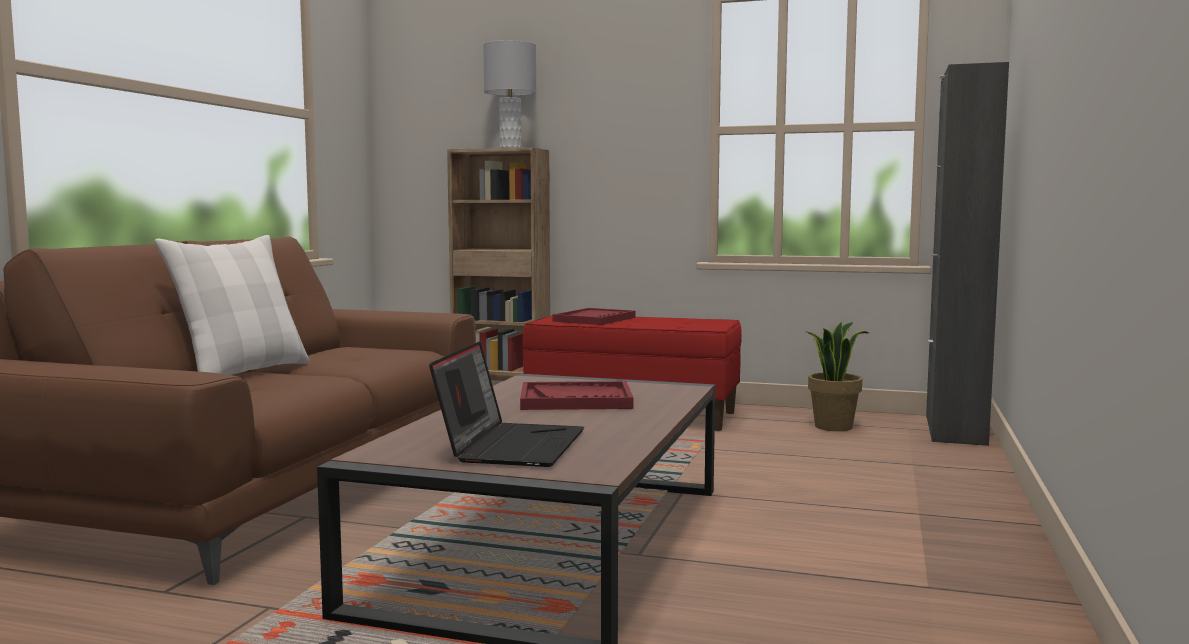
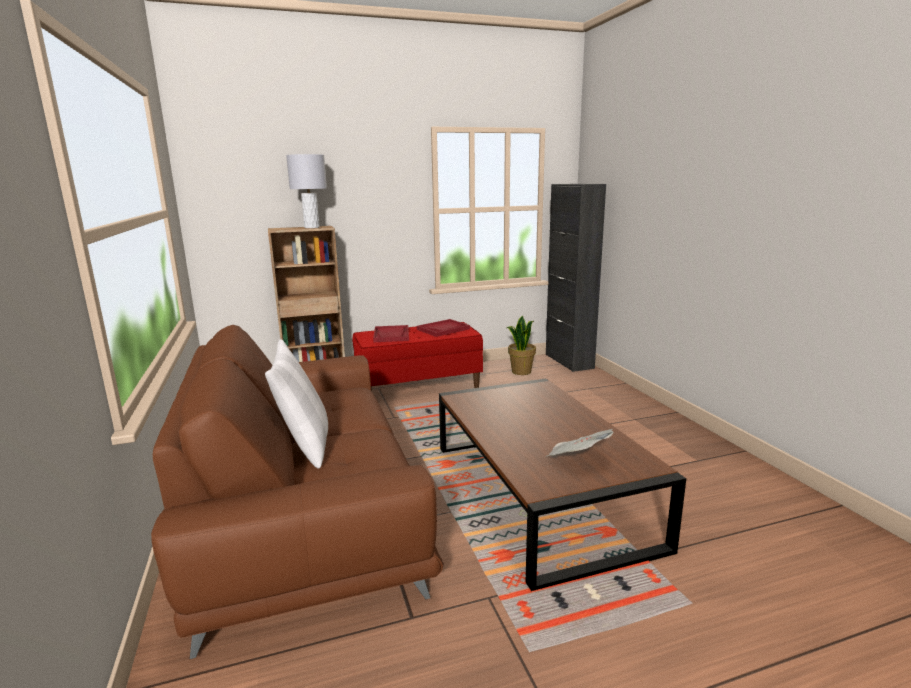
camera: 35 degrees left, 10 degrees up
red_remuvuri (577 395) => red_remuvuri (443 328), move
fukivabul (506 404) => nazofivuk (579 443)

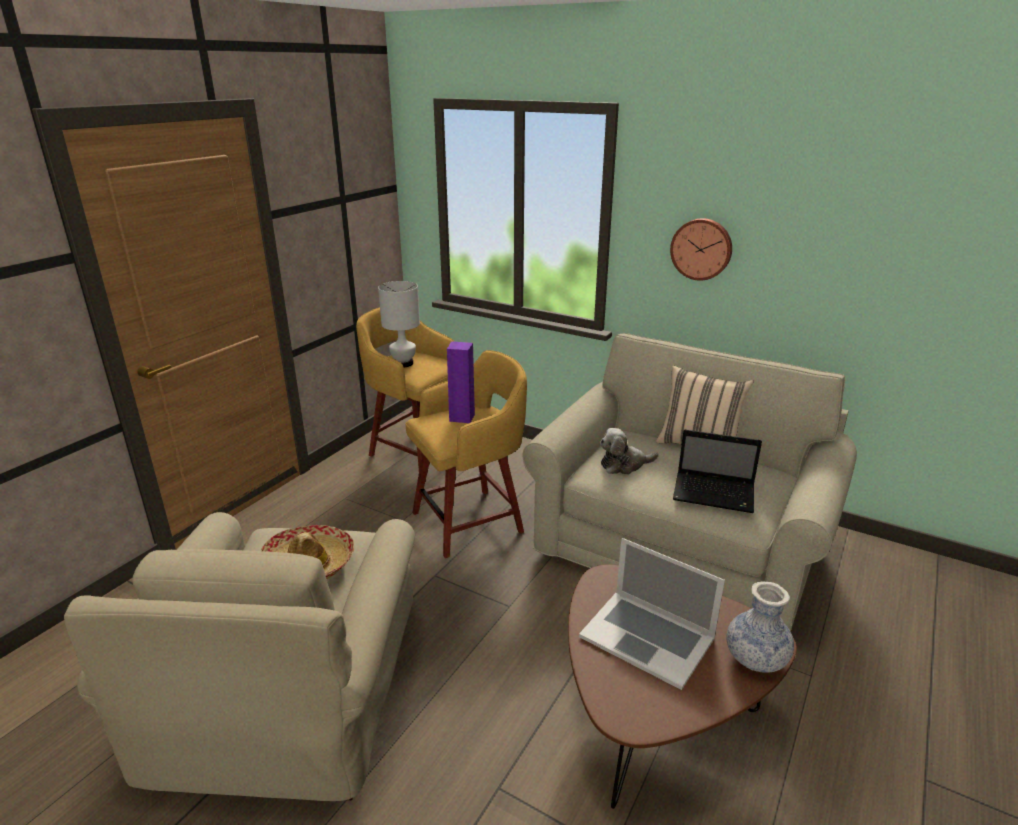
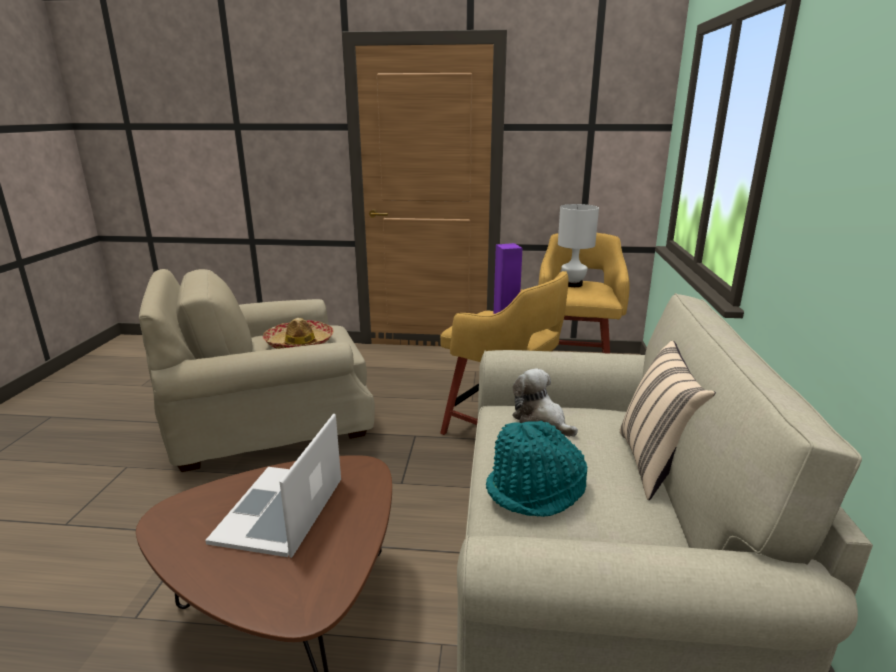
camera: 65 degrees right, 5 degrees down
fukivabul (717 471) => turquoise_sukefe (536 469)
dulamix (701 249) => nothing
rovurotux (760 627) => nothing

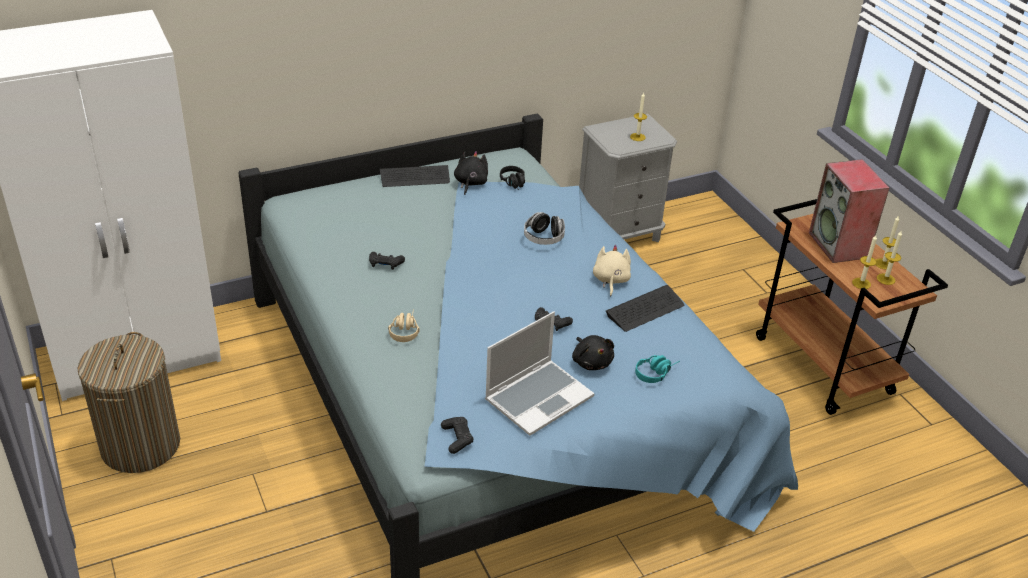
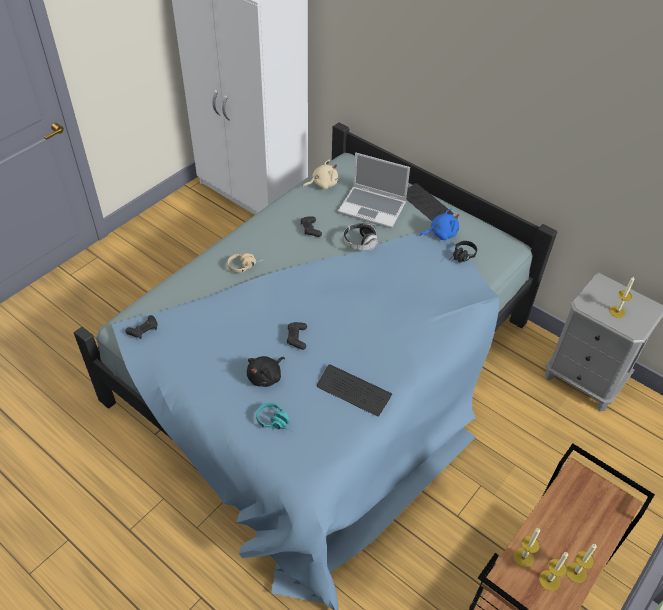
camera: 65 degrees right, 10 degrees up
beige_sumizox (612 271) => beige_sumizox (320 175), move
fukivabul (539 373) => fukivabul (374 190), move
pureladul (544 228) => pureladul (360 236), move
black_sumizox (471 173) => blue_sumizox (439 224)
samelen (128 402) => nothing
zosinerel (849 211) => nothing

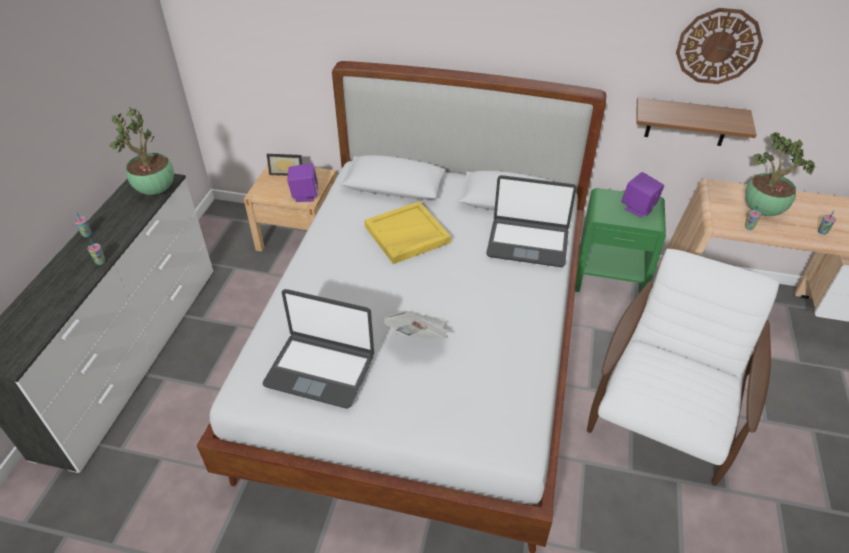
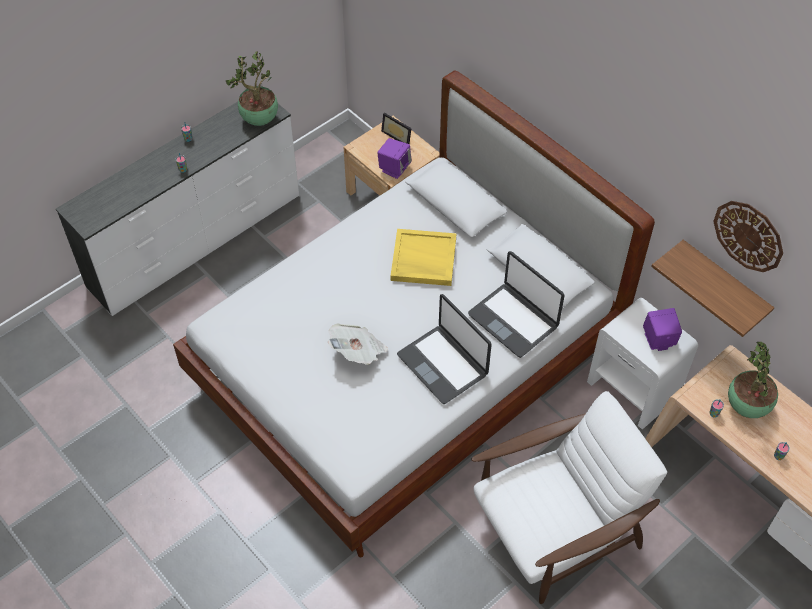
camera: 35 degrees right, 10 degrees up
fukivabul (318 348) => fukivabul (444 349), move
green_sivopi (620 240) => white_sivopi (642 364)

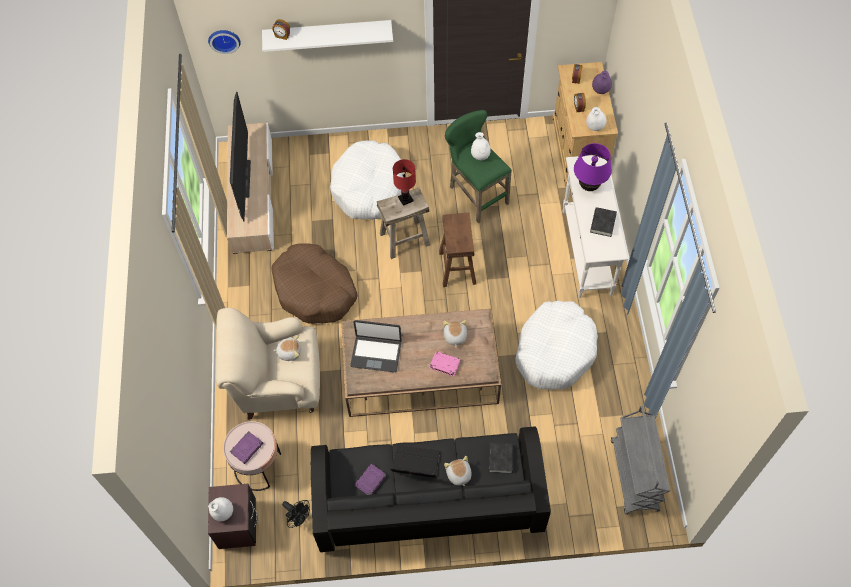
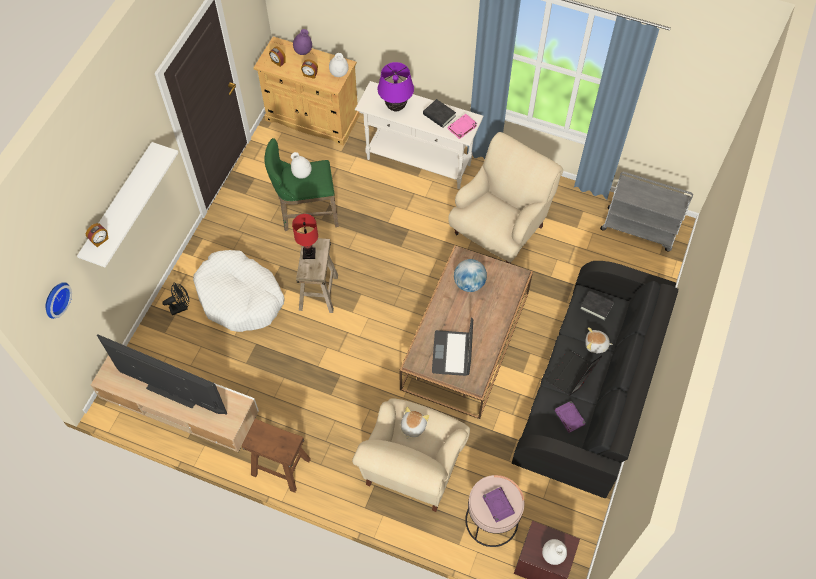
camera: 65 degrees left, 0 degrees up
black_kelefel (296 514) => black_kelefel (176 298), move
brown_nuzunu (457 250) => brown_nuzunu (276 456), move
fukivabul (376 346) => fukivabul (452 346), 150 degrees clockwise
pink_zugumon (445 363) => pink_zugumon (462 126), move
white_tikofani (556 345) => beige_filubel (505 198)
sumizox (455 334) => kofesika (470 275)
brown_tikofani (314 284) => nothing

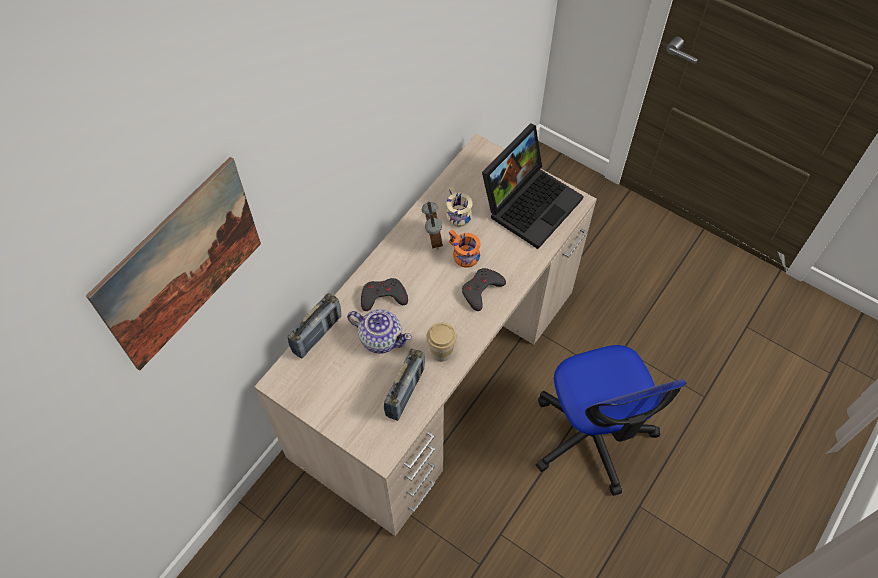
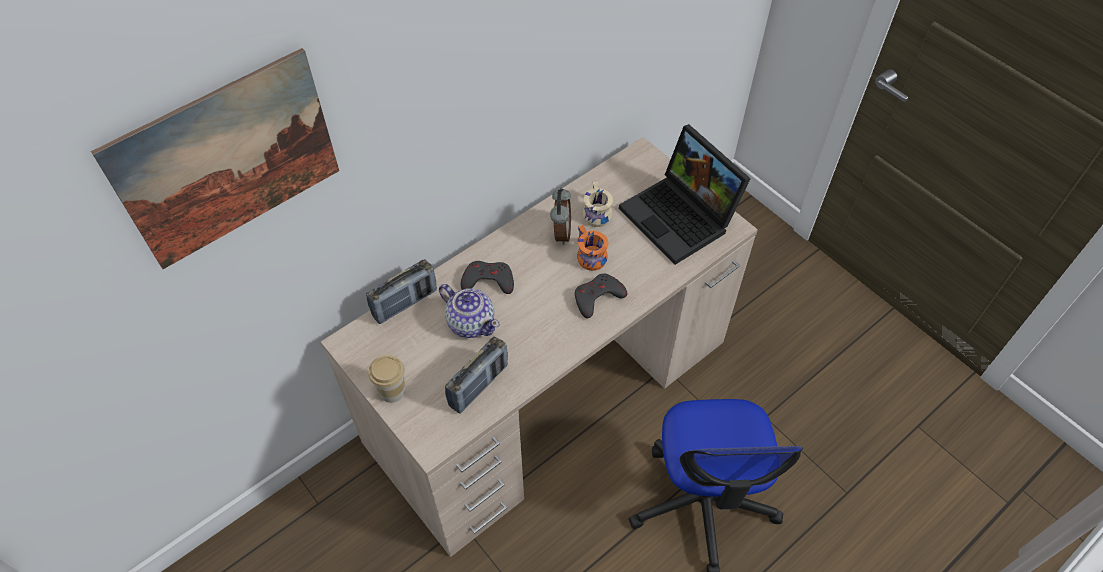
camera: 15 degrees right, 5 degrees down
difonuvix (441 342) => difonuvix (386 379), move
fukivabul (533 186) => fukivabul (685 194), 90 degrees clockwise

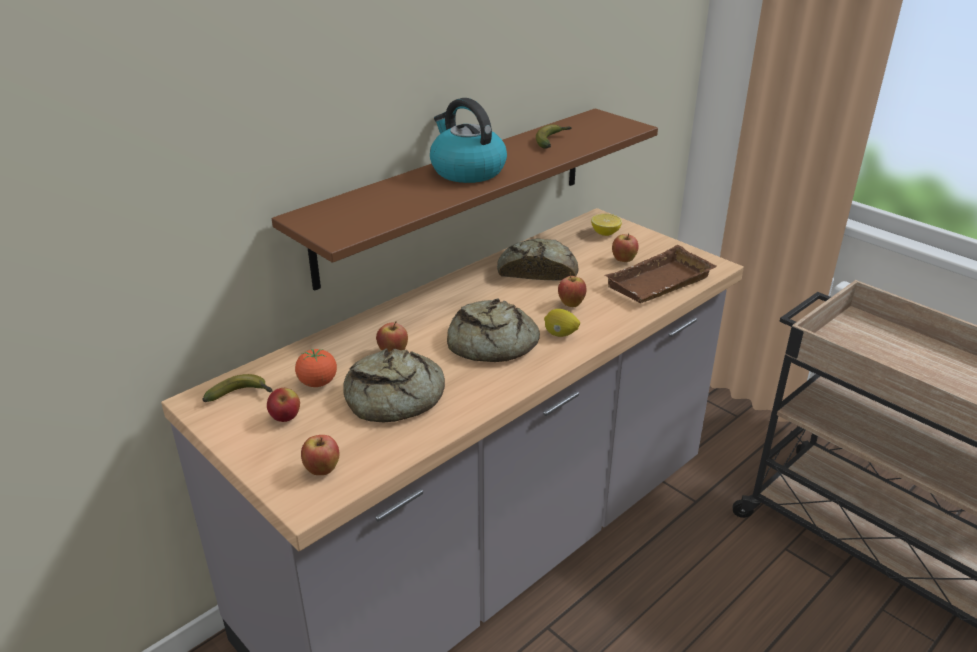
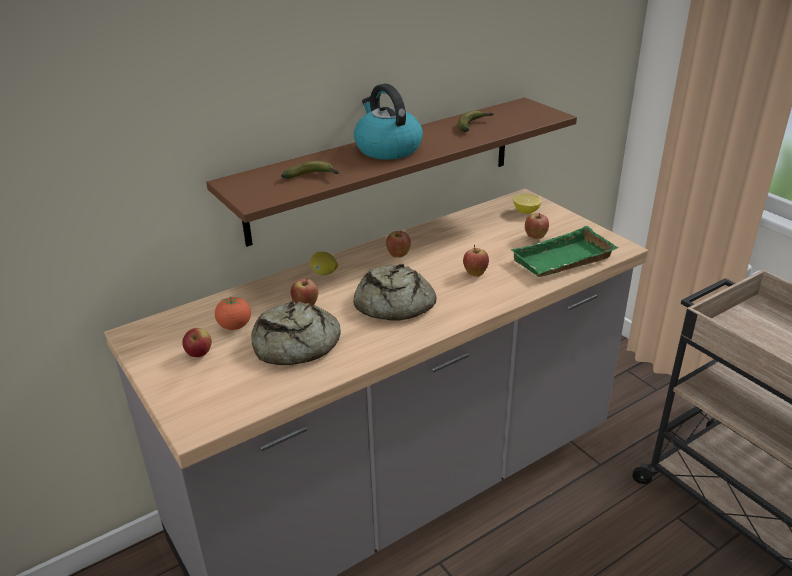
camera: 10 degrees right, 0 degrees up
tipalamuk (237 388) => tipalamuk (310 170), move
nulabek (562 323) => nulabek (324 263), move
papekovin (320 455) => papekovin (398 243), move
brown_remuvuri (661 274) => green_remuvuri (564 251)
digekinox (538 260) => nothing

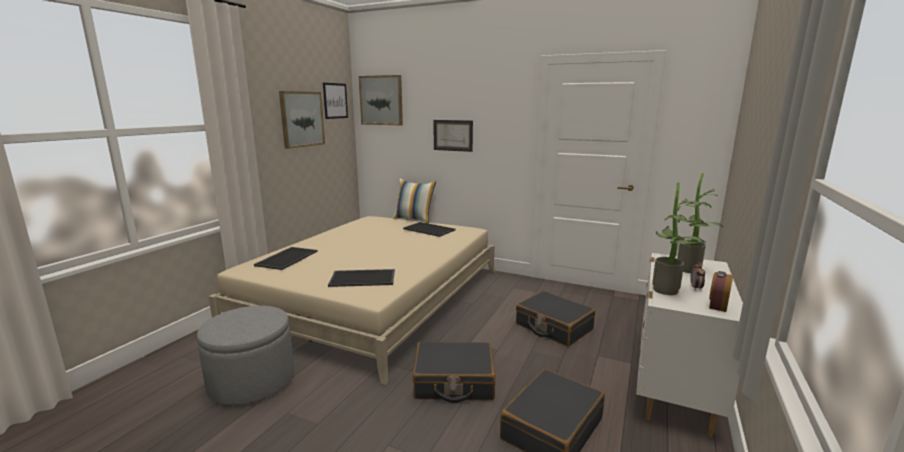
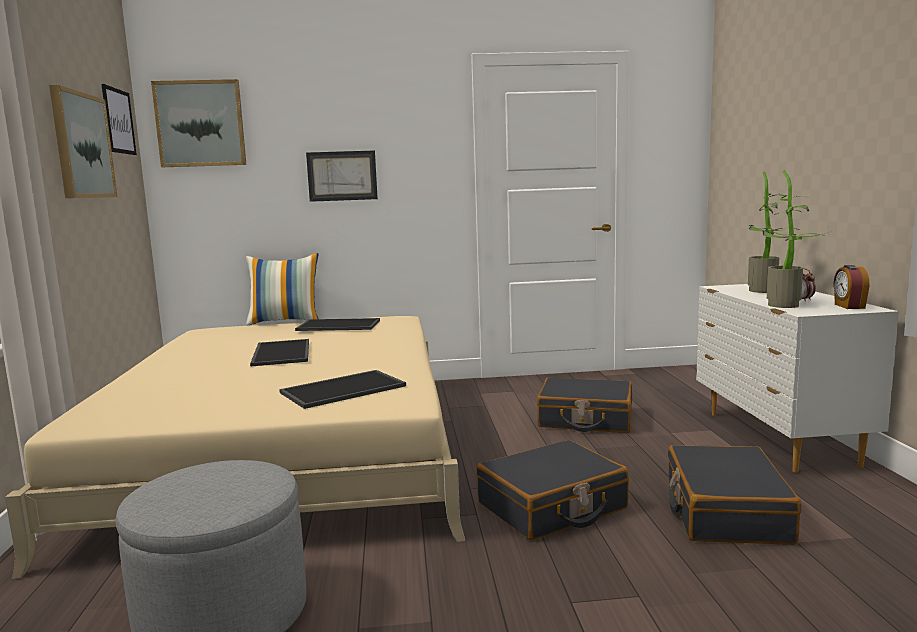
camera: 30 degrees left, 5 degrees down
remuvuri (286 258) => remuvuri (279 353), move

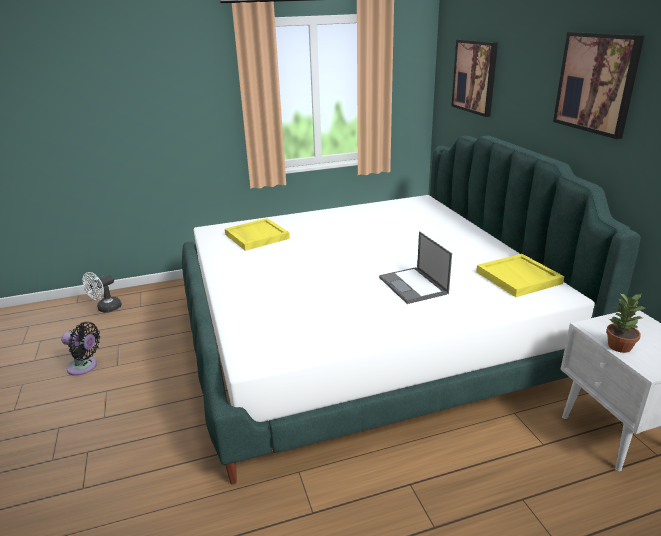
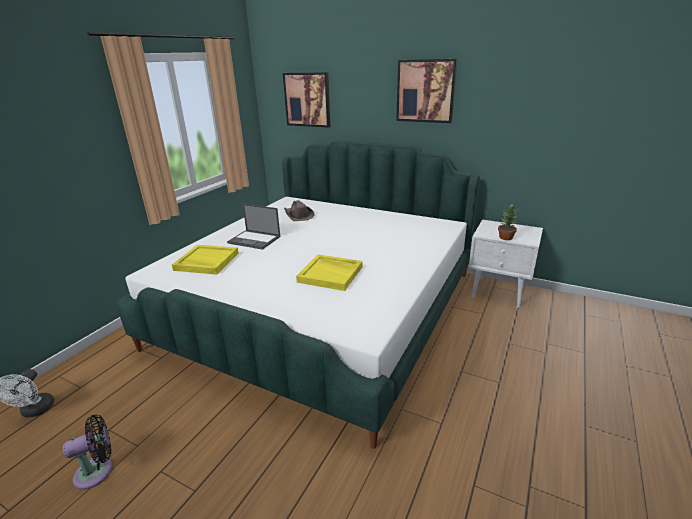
camera: 45 degrees left, 0 degrees up
fukivabul (415 267) => fukivabul (253 227), move
nothing => brown_sukefe (299 210)
yellow_remuvuri (520 275) => yellow_remuvuri (329 272), move

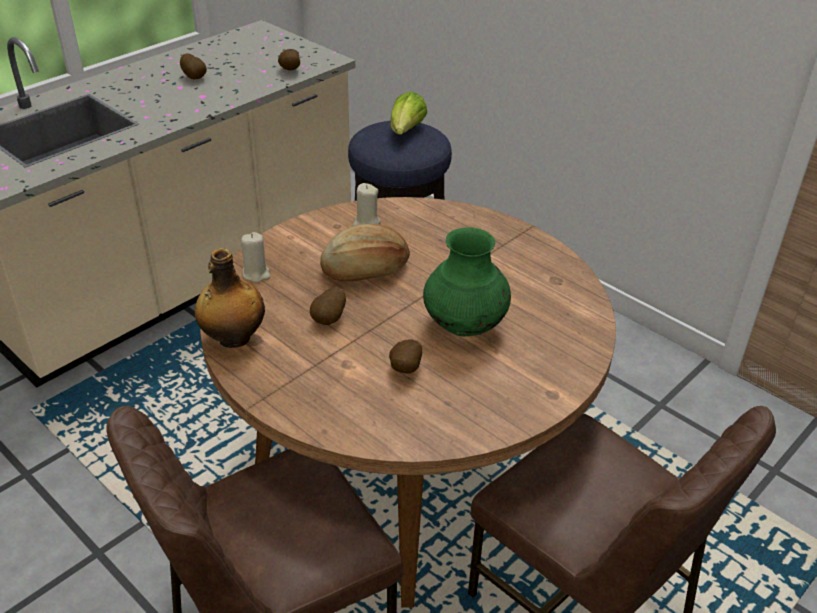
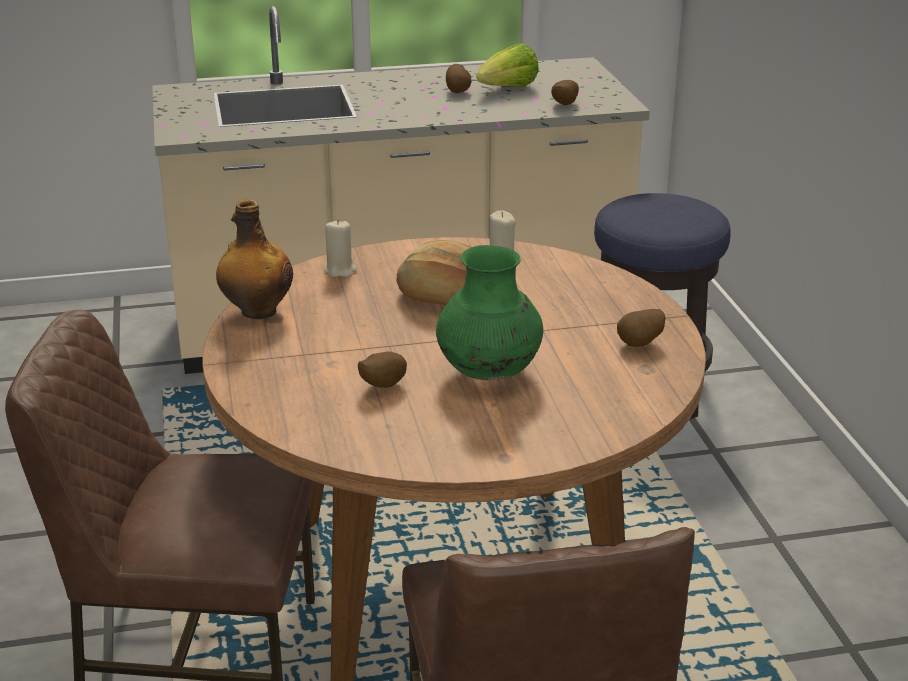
camera: 35 degrees right, 10 degrees down
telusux (408 113) => telusux (507 65), move
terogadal (328 306) => terogadal (641 328), move

